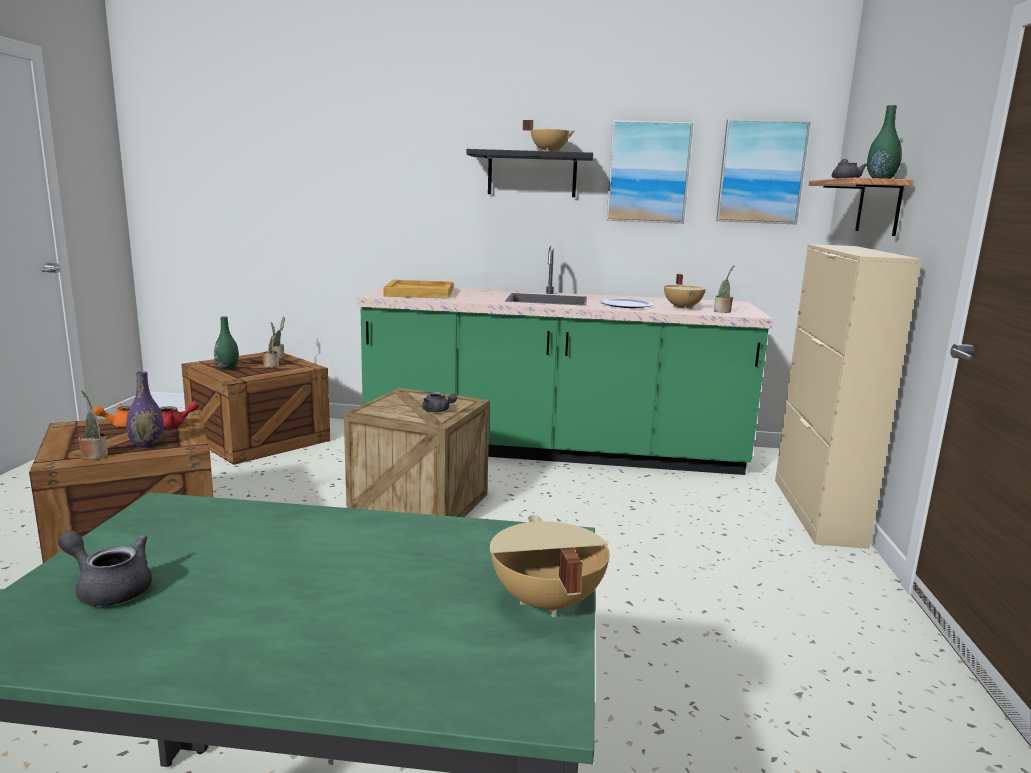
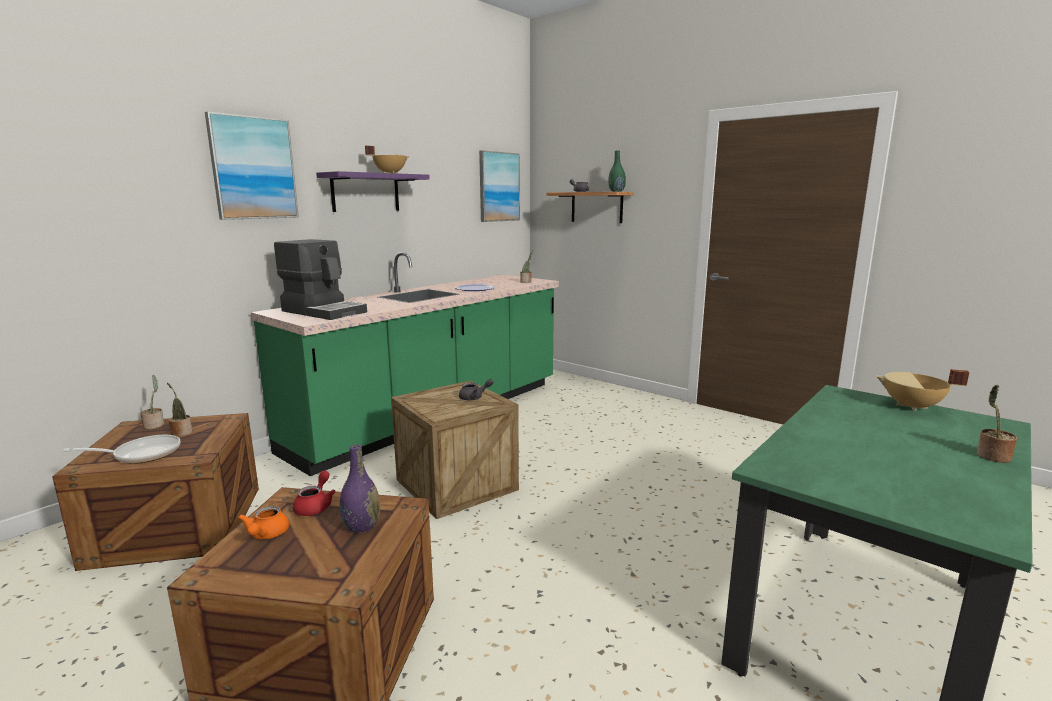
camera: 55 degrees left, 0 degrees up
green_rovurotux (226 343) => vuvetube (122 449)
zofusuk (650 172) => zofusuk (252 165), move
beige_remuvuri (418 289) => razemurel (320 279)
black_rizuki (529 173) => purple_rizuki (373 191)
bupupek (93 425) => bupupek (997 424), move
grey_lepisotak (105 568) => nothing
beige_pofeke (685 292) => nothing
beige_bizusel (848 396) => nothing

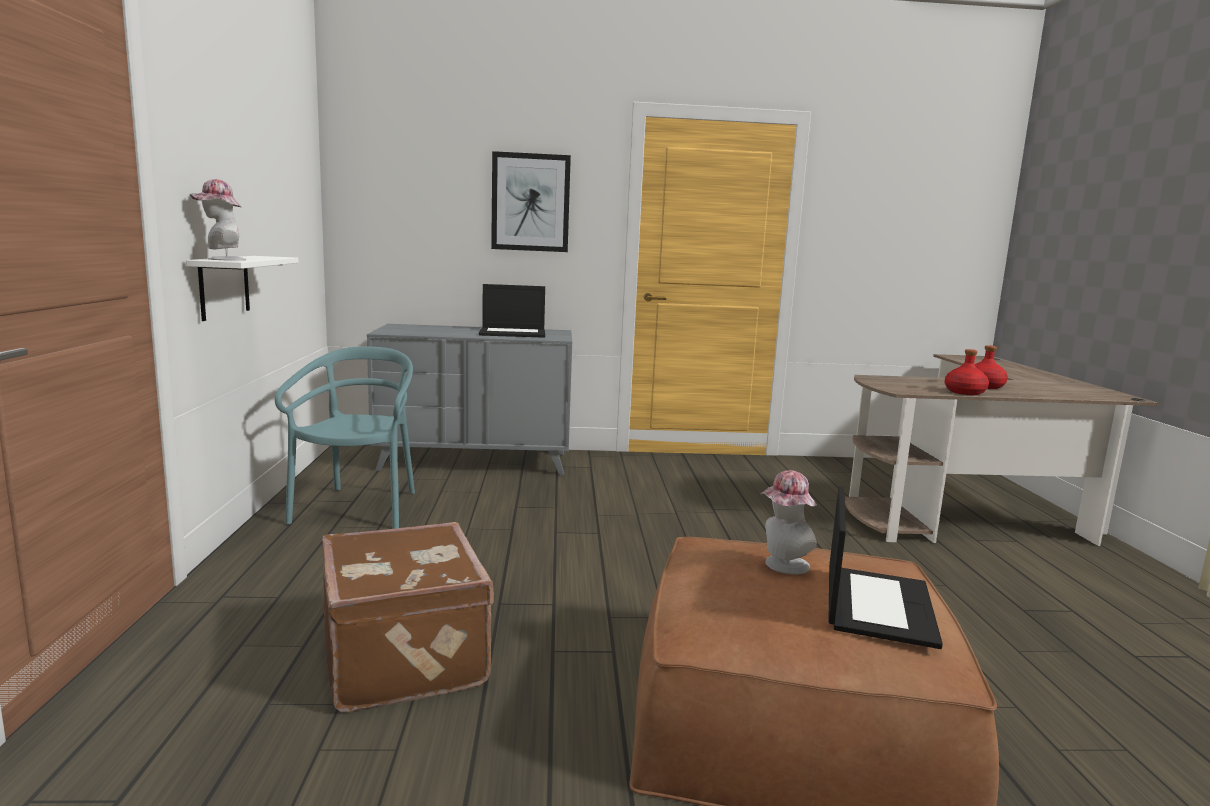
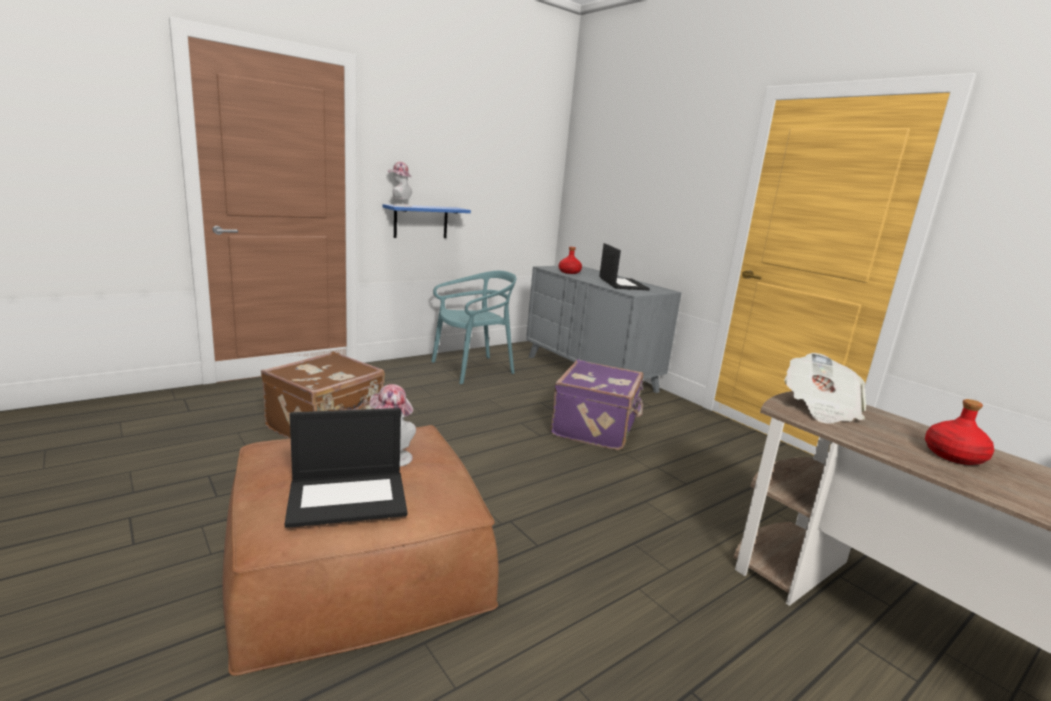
camera: 55 degrees right, 5 degrees up
white_rizuki (242 288) => blue_rizuki (427 221)
nothing => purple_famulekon (597 404)
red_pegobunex (966 372) => red_pegobunex (570 260), move
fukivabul (512 311) => fukivabul (624 267), 150 degrees counterclockwise
nothing => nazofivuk (825 388)
zofusuk (531 201) => nothing

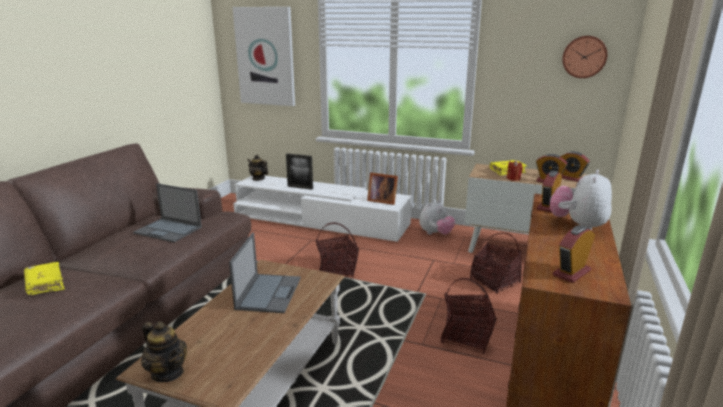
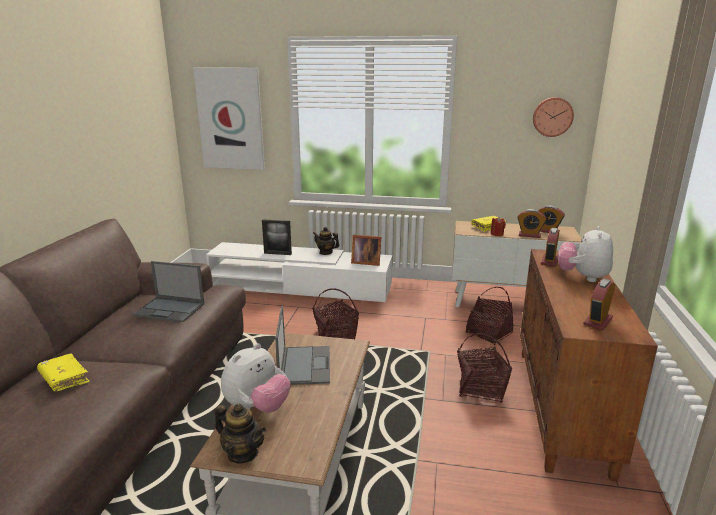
camera: 10 degrees left, 0 degrees up
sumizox (437 217) => sumizox (256 378), move
lepisotak (258 168) => lepisotak (326 241), move

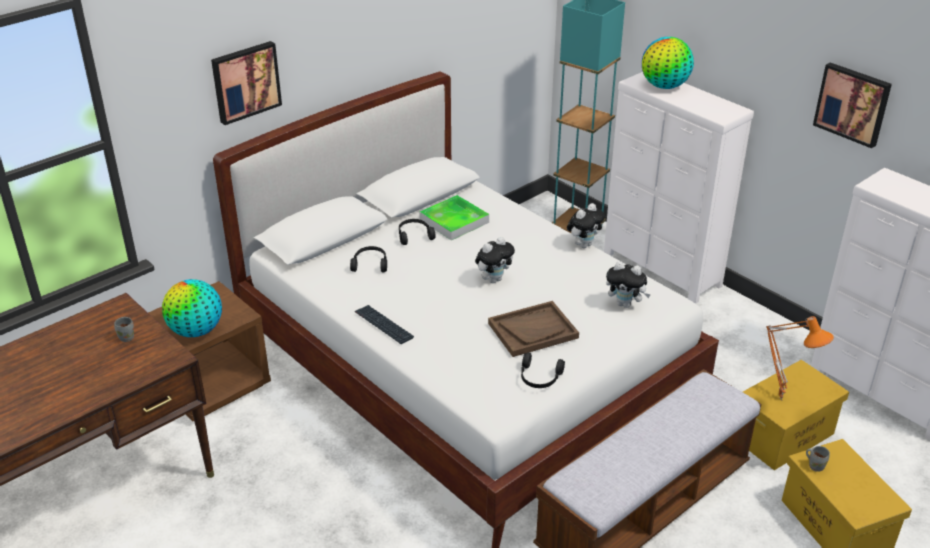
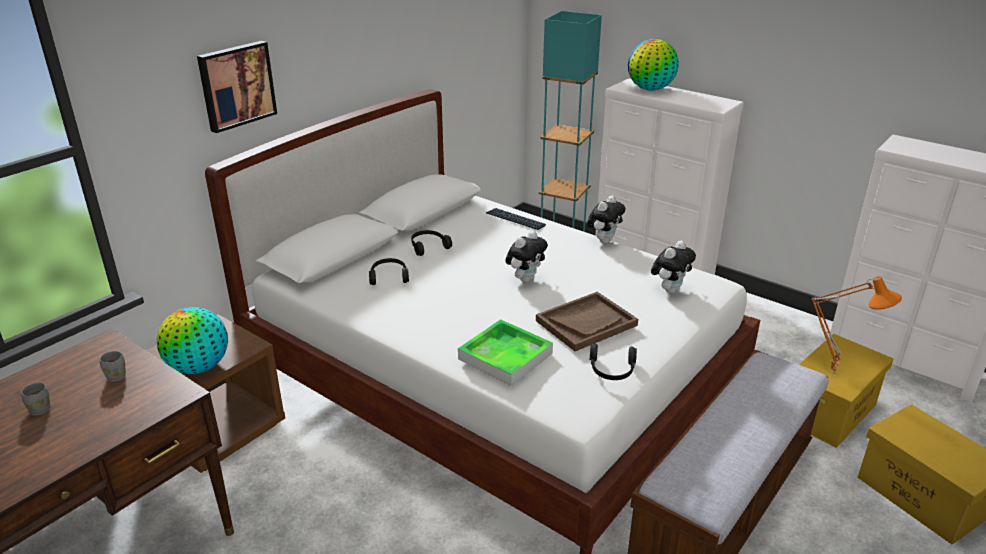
camera: 10 degrees left, 5 degrees down
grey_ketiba (818 459) => grey_ketiba (35 399), move
remuvuri (454 217) => remuvuri (505 352), move
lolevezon (384 324) => lolevezon (516 219), move
sumizox (628 284) => sumizox (673 267), 60 degrees counterclockwise
zofusuk (852 105) => nothing

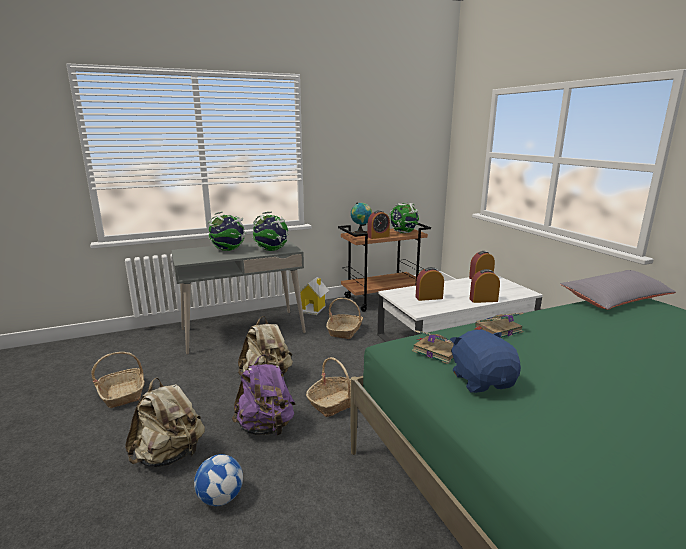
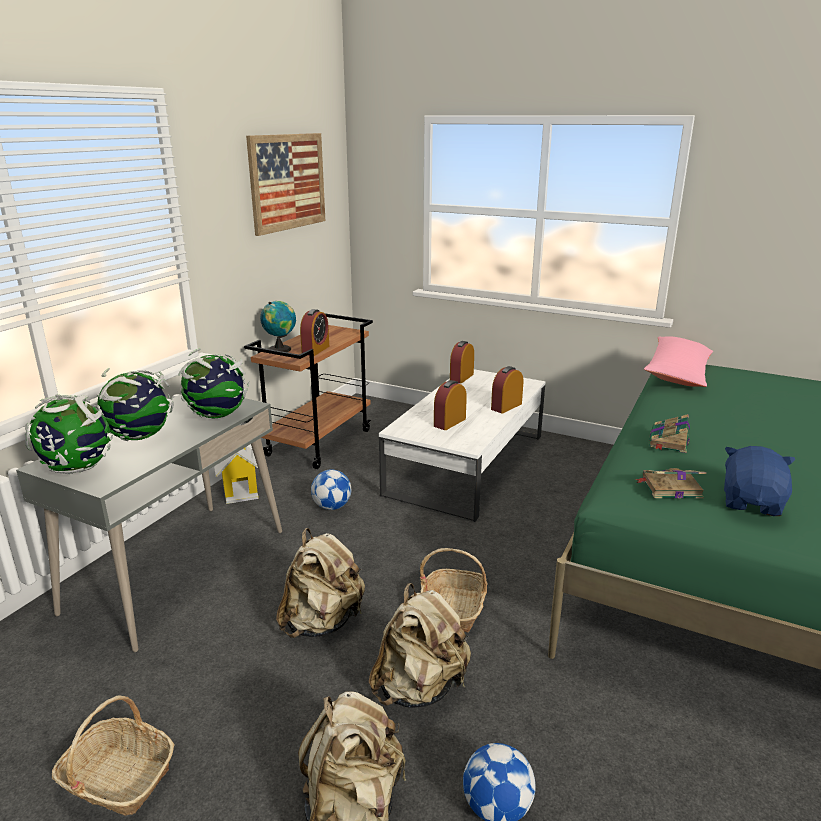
camera: 40 degrees left, 5 degrees up
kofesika (404 218) => kofesika (69 434), move
nothing => zofusuk (285 184)
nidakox (344 318) => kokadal (331 489)
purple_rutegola (264 395) => beige_rutegola (420 645)
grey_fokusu (618 290) => pink_fokusu (678 361)
blue_sumizox (485 361) => blue_sumizox (759 481), 75 degrees clockwise

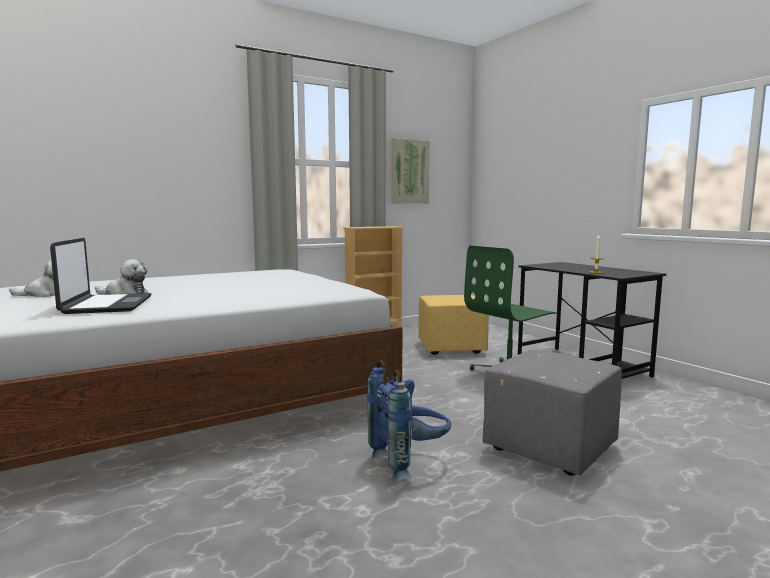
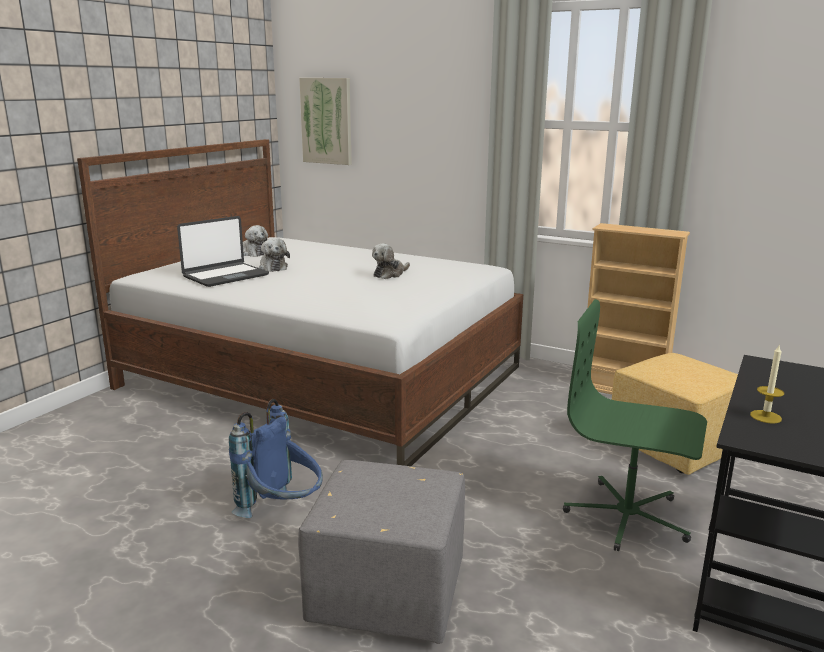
camera: 60 degrees right, 10 degrees up
zofusuk (410 171) => zofusuk (325 121), move
nothing => sumizox (391 261)

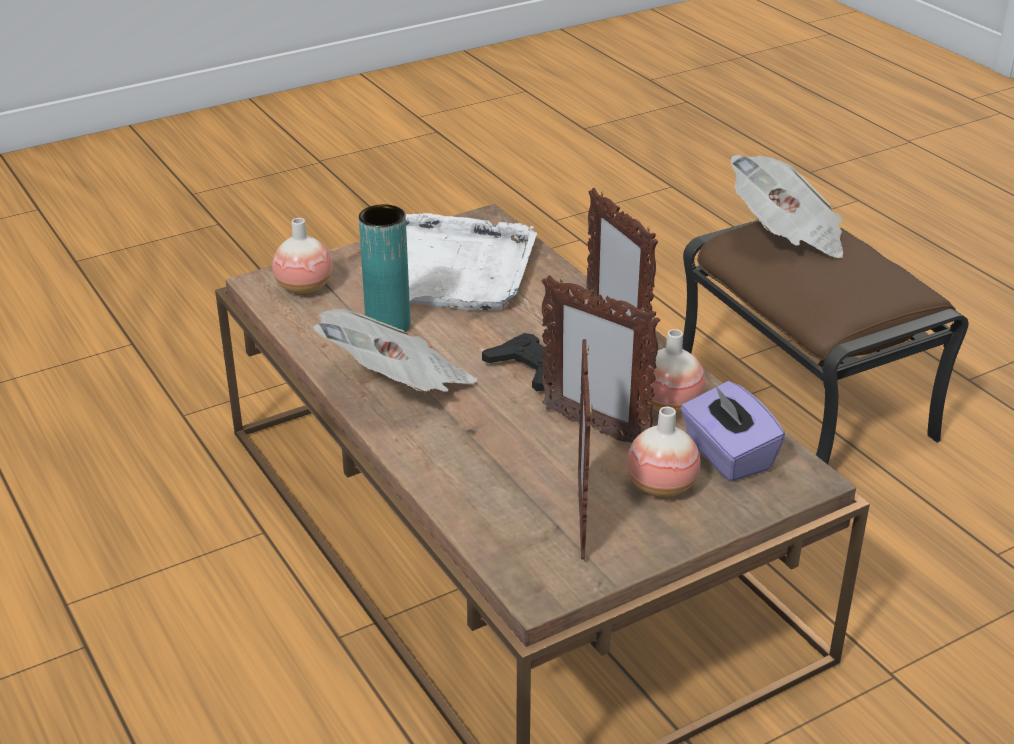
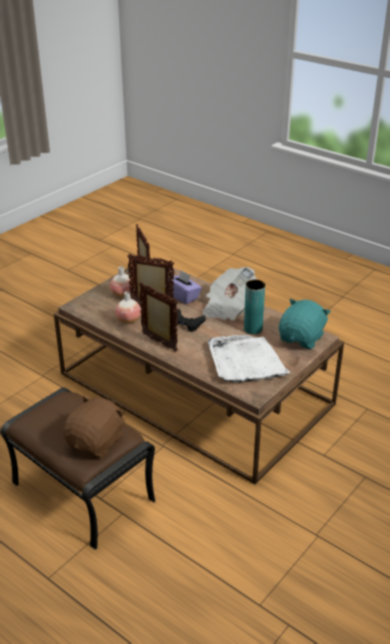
camera: 160 degrees right, 0 degrees up
nazofivuk (786 206) => brown_sumizox (94 427)
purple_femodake (732 431) => purple_femodake (186 287), move
rovurotux (302 256) => turquoise_sumizox (305 324)

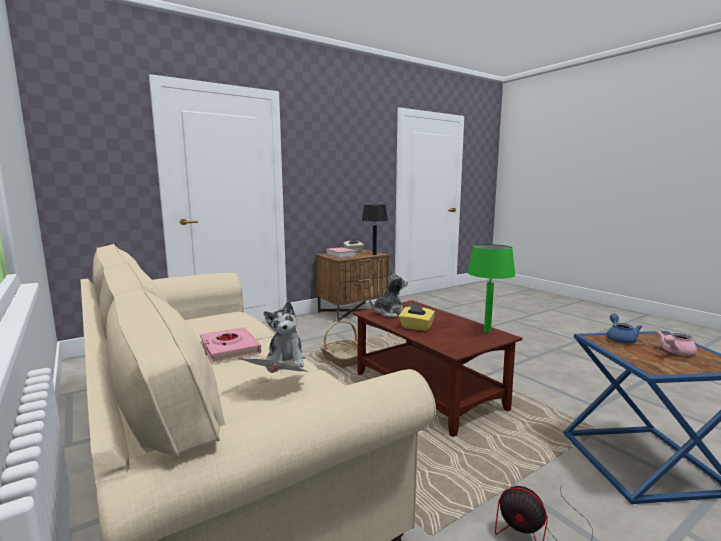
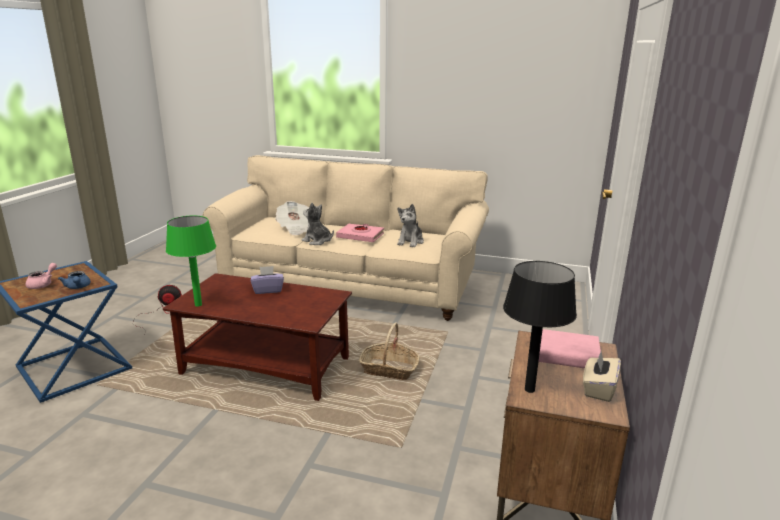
camera: 140 degrees right, 10 degrees up
yellow_femodake (417 317) => purple_femodake (267 280)
sumizox (388 293) => sumizox (410 225), move

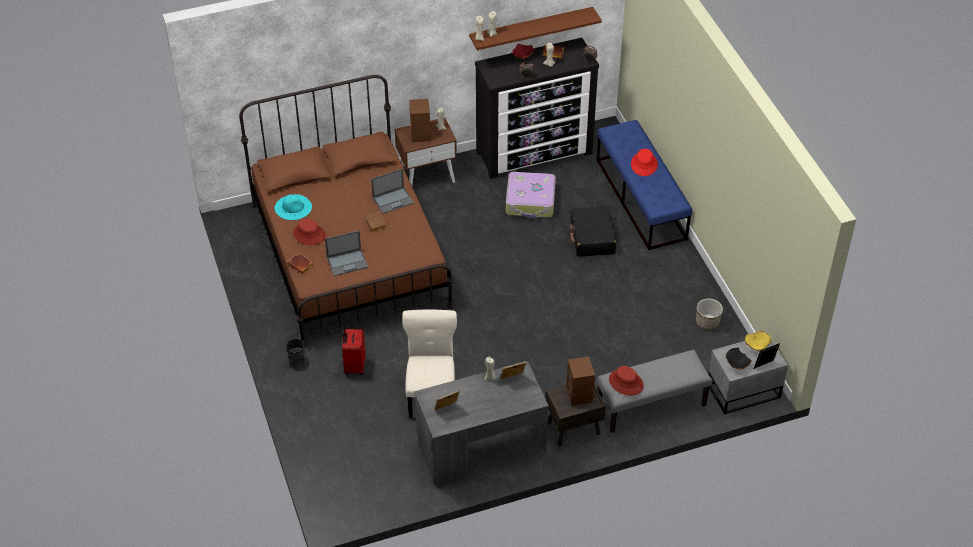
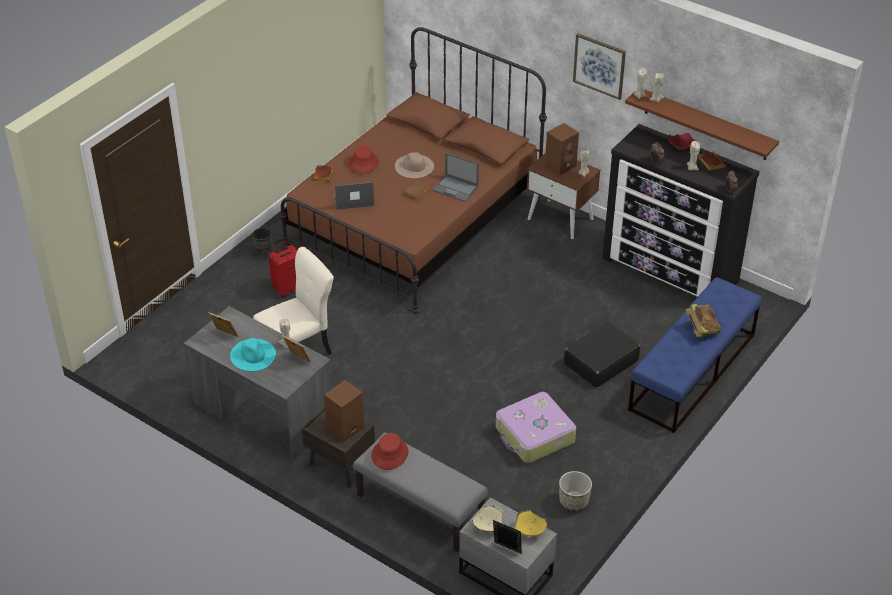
camera: 55 degrees right, 5 degrees down
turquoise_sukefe (293 207) => turquoise_sukefe (253 354), move
fukivabul (346 253) => fukivabul (353 196), 135 degrees clockwise
nothing => beige_sukefe (414 165)
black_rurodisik (738 358) => beige_rurodisik (488 518)
famulekon (531 195) => famulekon (536 427), move
nothing => zofusuk (599 67)
red_sukefe (644 162) => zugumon (703 320)

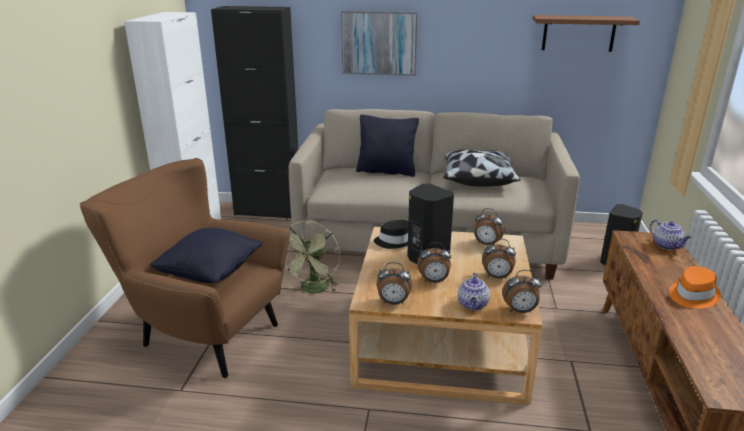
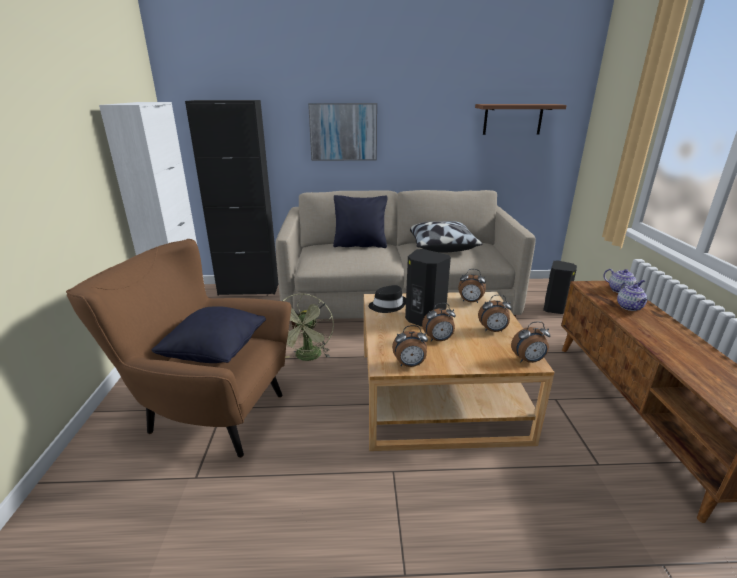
camera: 10 degrees left, 0 degrees up
lepisotak (474 291) => lepisotak (632 296), move
orange_sukefe (695 287) => nothing

